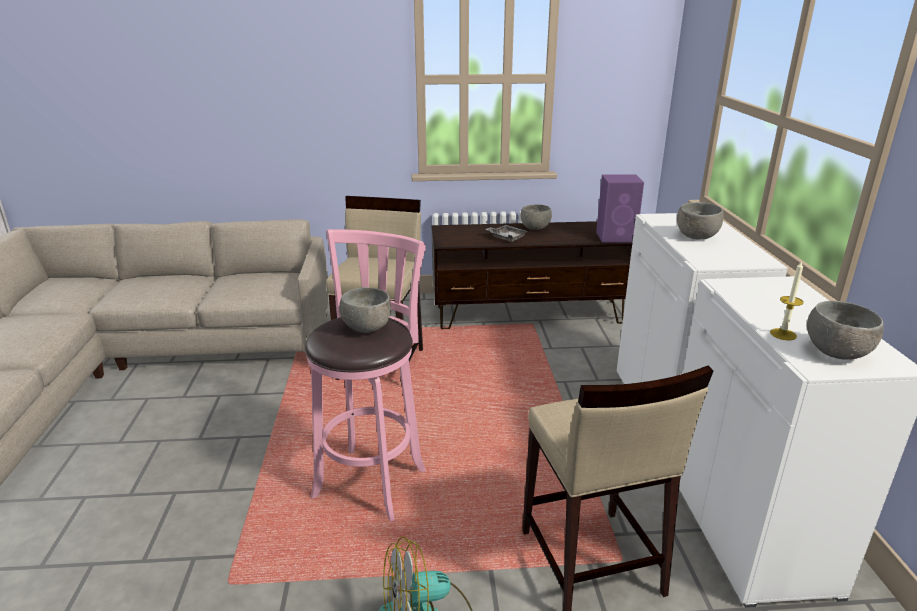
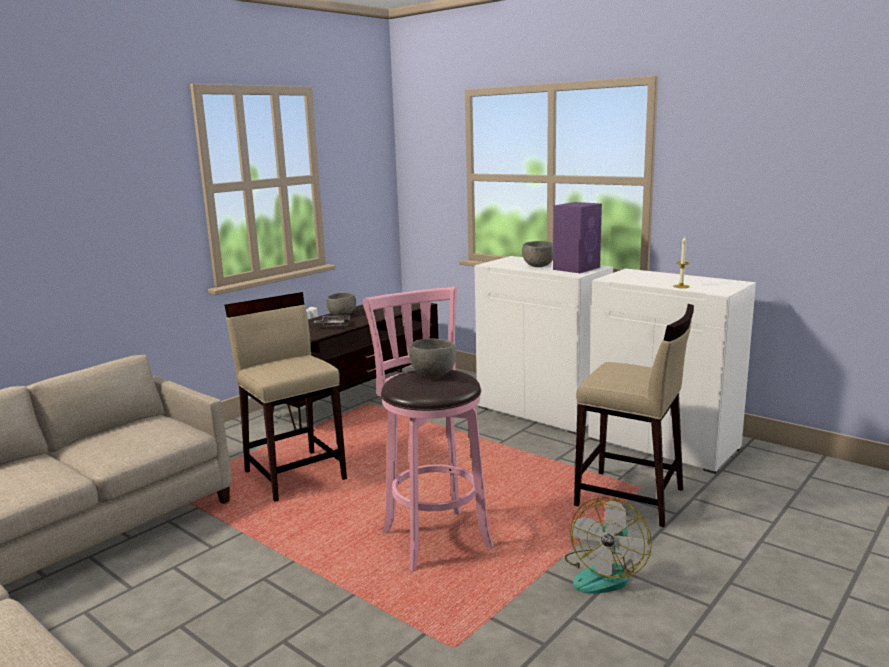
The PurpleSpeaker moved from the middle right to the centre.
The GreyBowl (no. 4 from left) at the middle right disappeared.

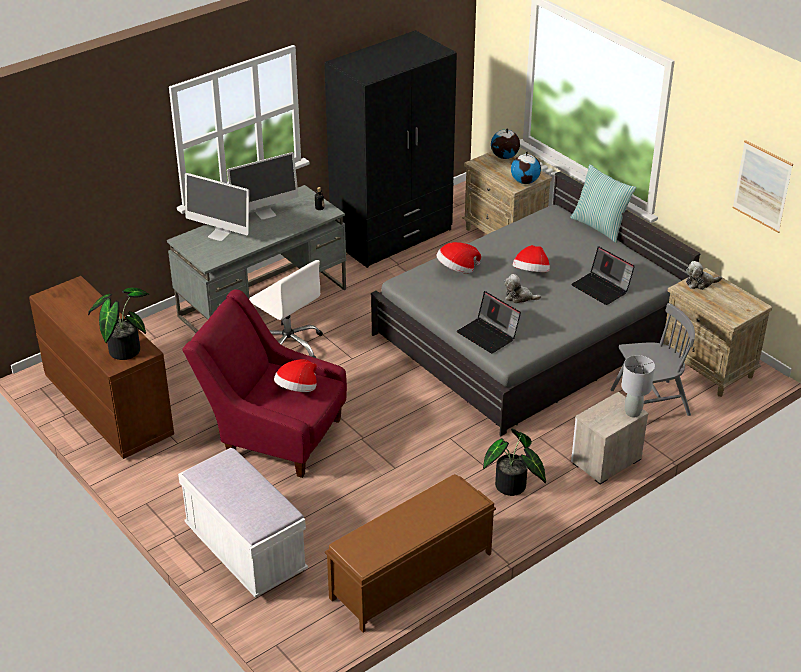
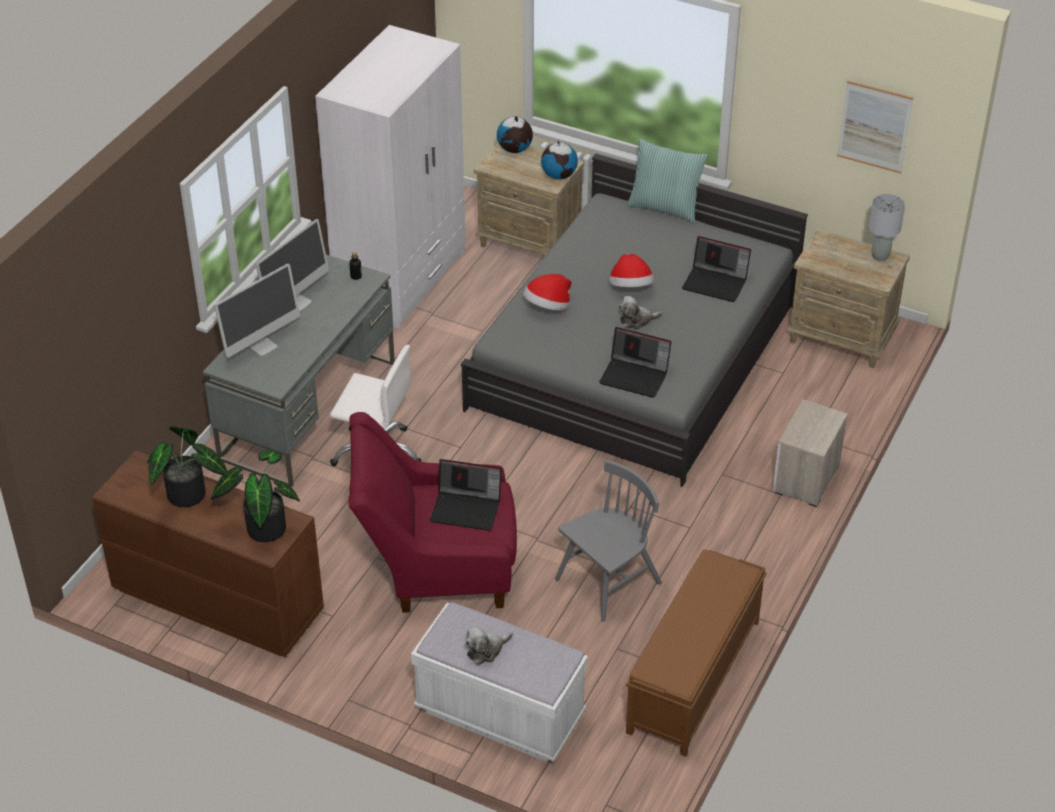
The PottedPlant (no. 2 from left in the first image) moved from the bottom centre to the middle left.
The Monitor (no. 1 from left) at the top left turned 45 degrees counterclockwise.
The BlackWardrobe at the top centre became the WhiteWardrobe at the top centre.
The Hat (no. 1 from left) at the centre was replaced by the Laptop (no. 1 from left) at the centre.
The PlushToy (no. 2 from left in the first image) moved from the middle right to the bottom centre.
The GreyChair moved from the middle right to the centre.
The GreyTableLamp moved from the middle right to the top right.

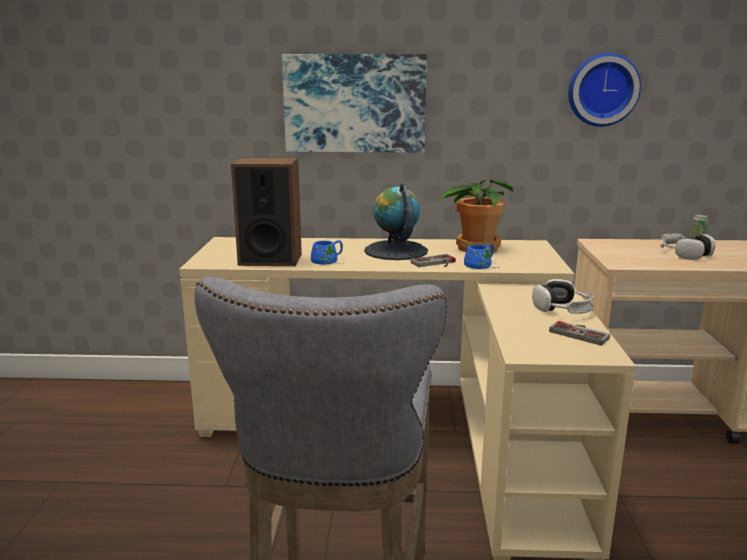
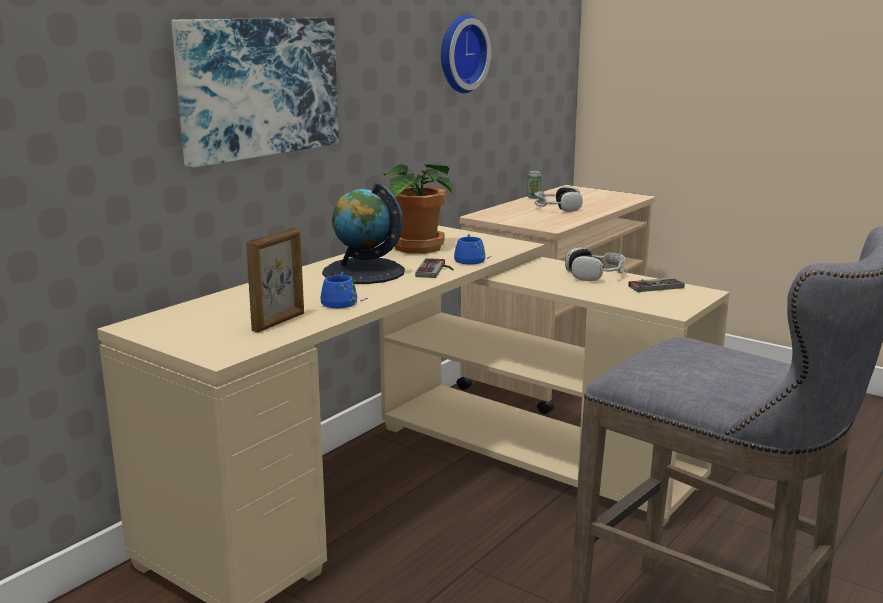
The Speaker at the centre was replaced by the PictureFrame at the middle left.

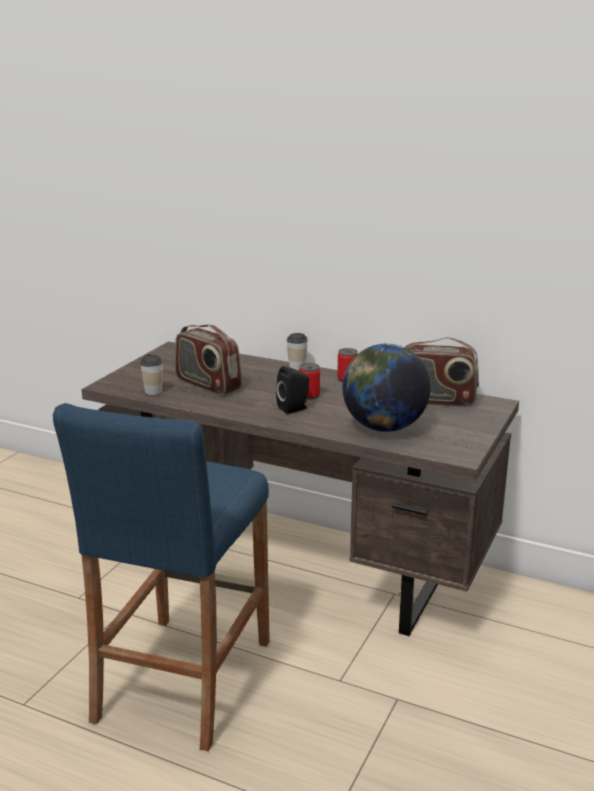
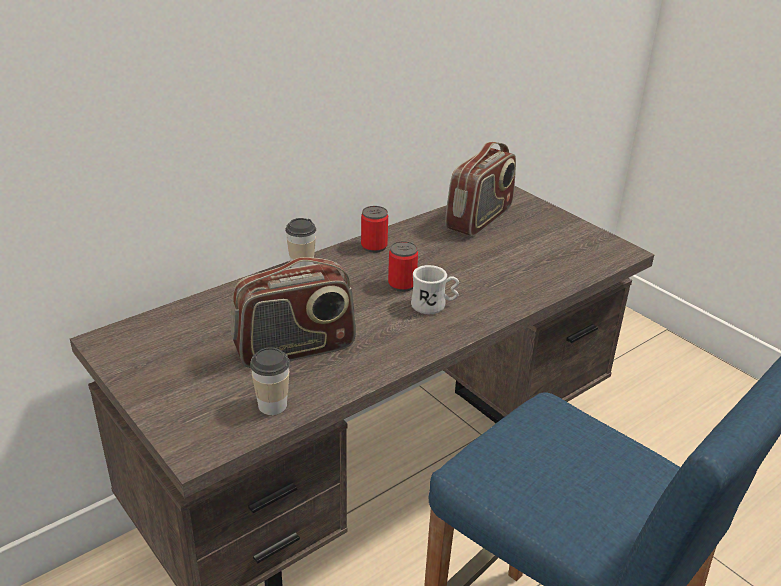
The BlackSpeaker at the centre was replaced by the WhiteMug at the centre.
The Globe at the centre disappeared.

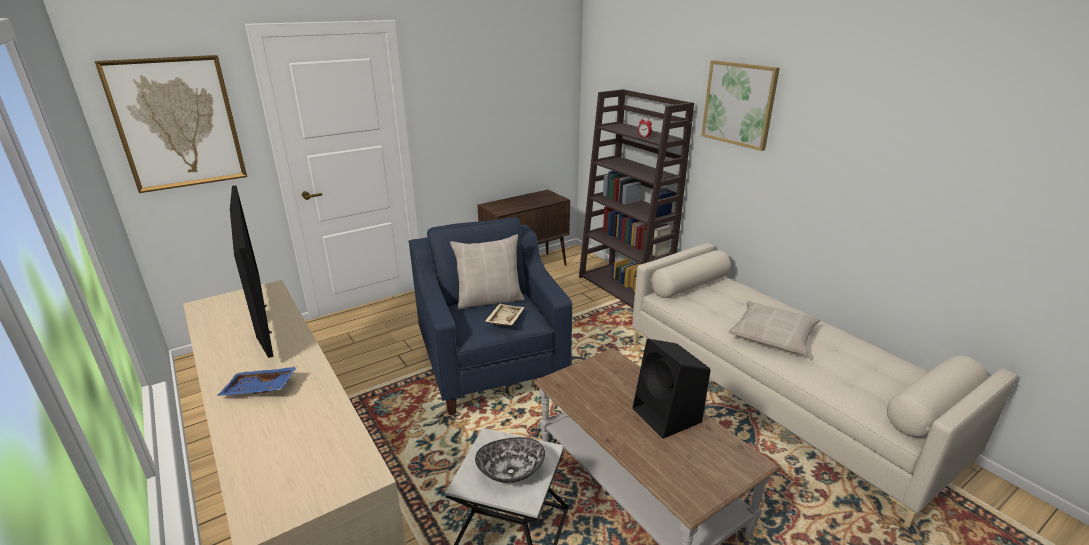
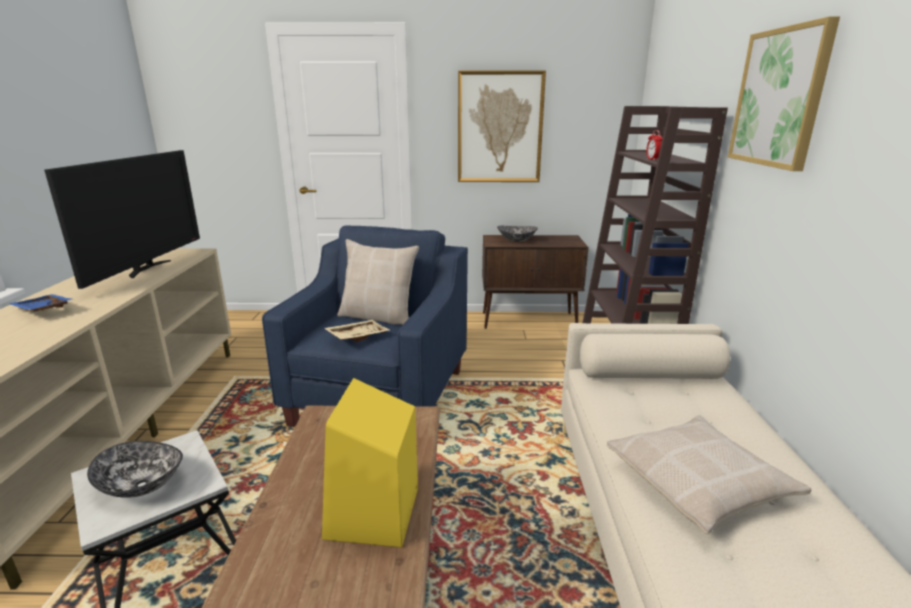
The BlackSpeaker at the bottom centre became the YellowSpeaker at the bottom centre.
The Picture (no. 1 from left) moved from the top left to the top centre.
The Bowl (no. 2 from left) at the centre appeared.

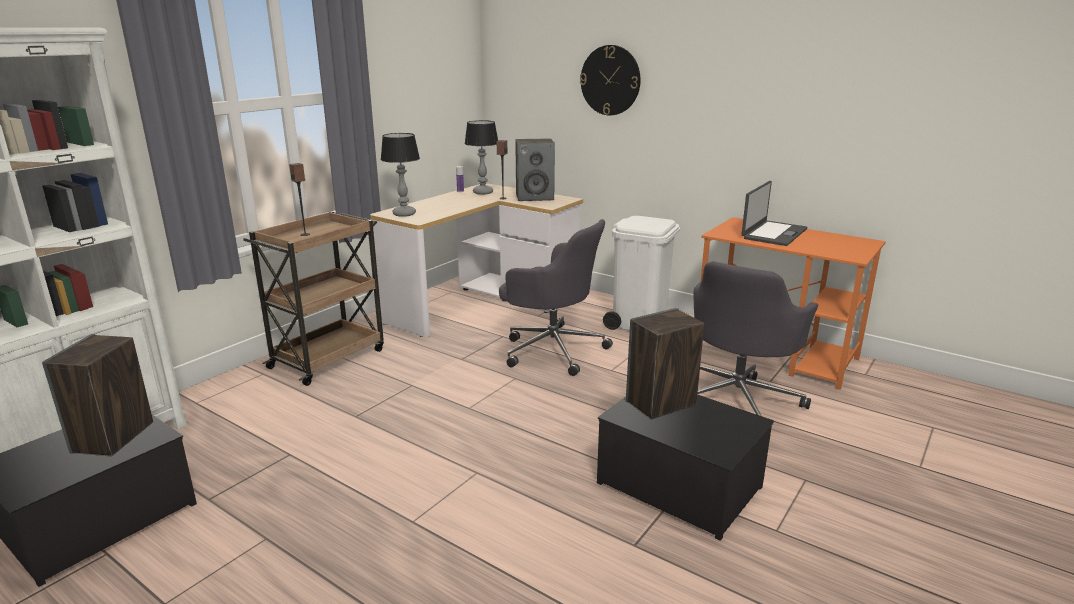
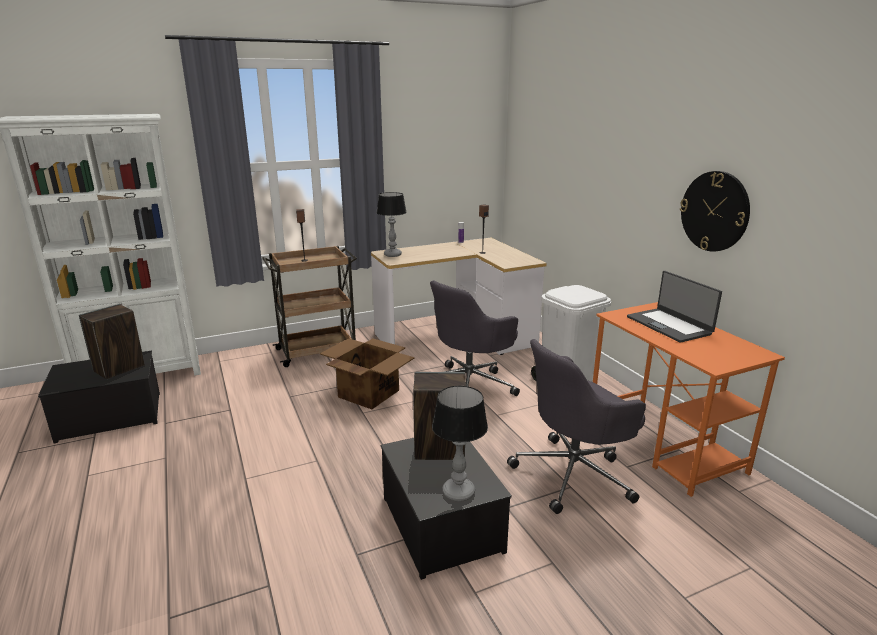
The CardboardBox at the centre appeared.
The GreyOfficeChair (no. 1 from left) at the centre turned 75 degrees clockwise.
The TableLamp (no. 2 from left) moved from the top centre to the bottom centre.
The Laptop at the middle right turned 90 degrees clockwise.
The WallClock moved from the top centre to the top right.
The Speaker (no. 4 from left) at the top centre disappeared.

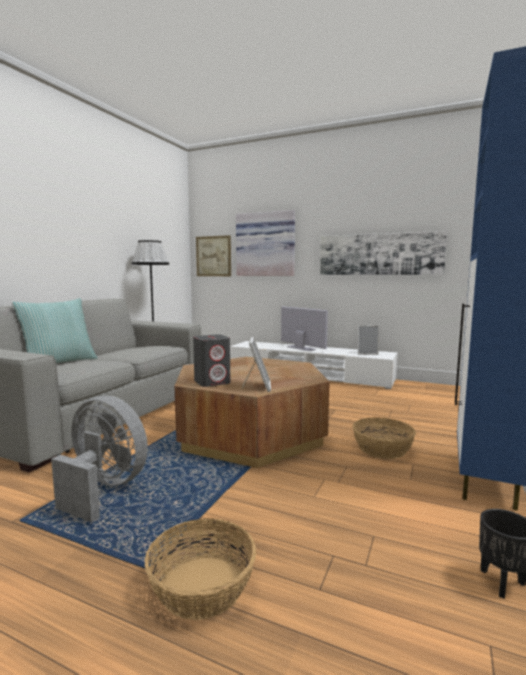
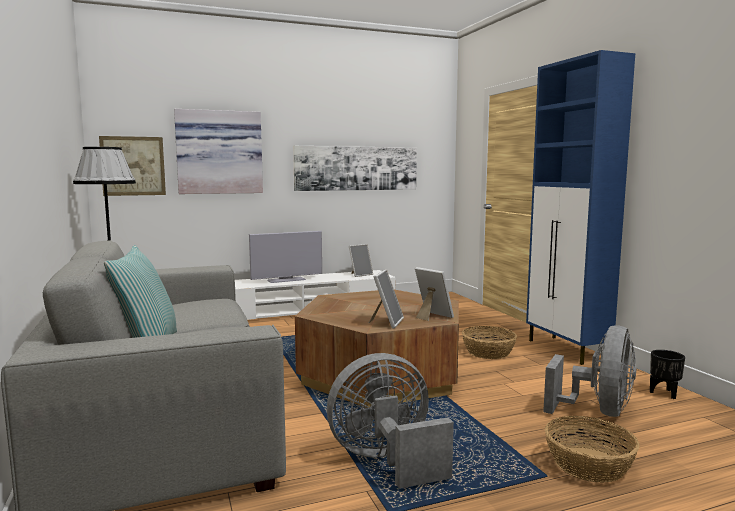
The Television at the centre turned 150 degrees clockwise.
The GreySpeaker at the centre was replaced by the PictureFrame (no. 2 from left) at the centre.
The GreyFan (no. 2 from left) at the bottom right appeared.

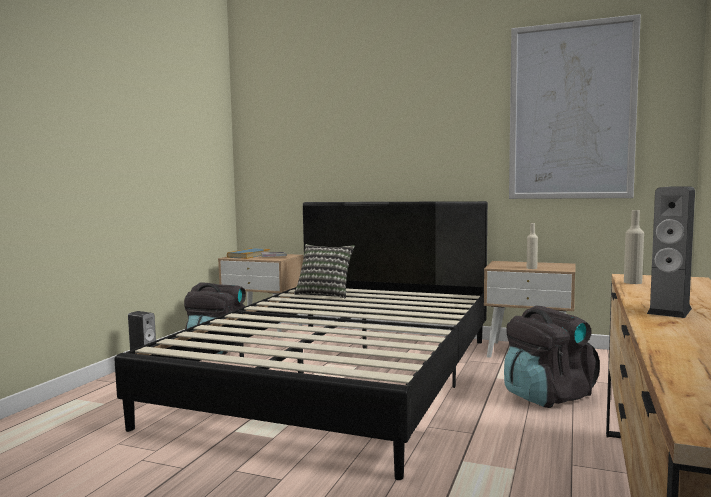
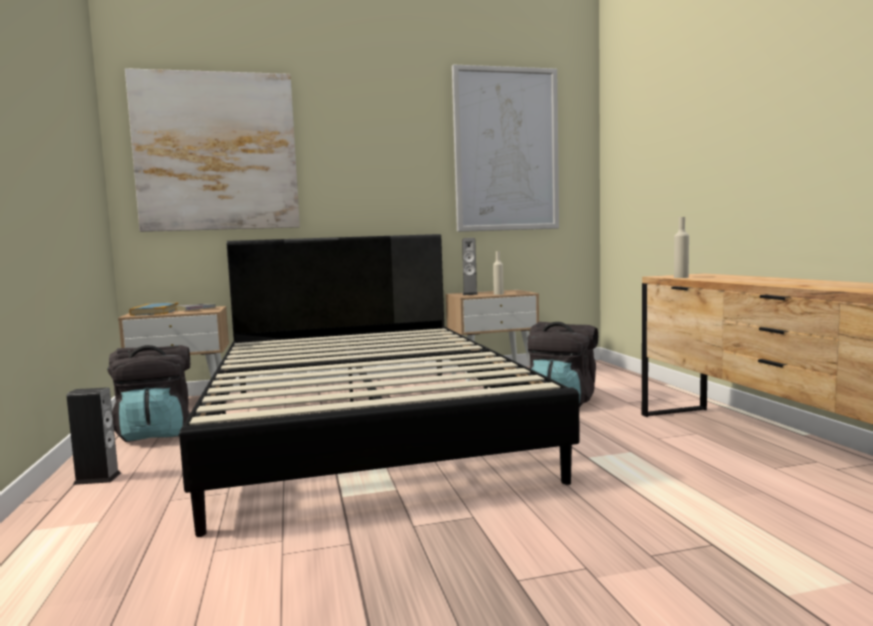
The Picture (no. 1 from left) at the top left appeared.
The Speaker (no. 2 from left) moved from the middle right to the centre.
The Pillow at the centre disappeared.

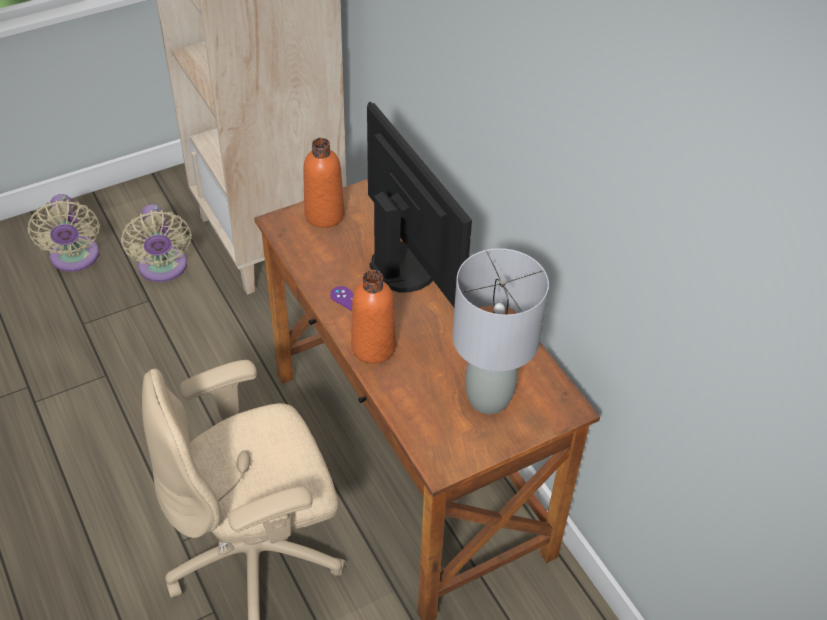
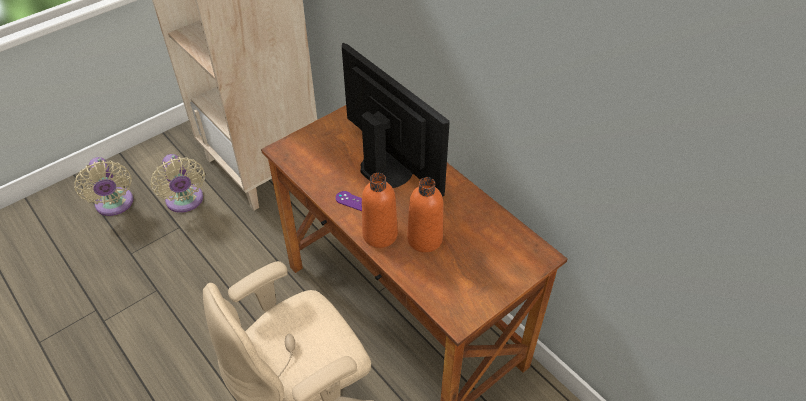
The OrangeBottle (no. 1 from left in the first image) moved from the top centre to the centre.
The GreyTableLamp at the centre disappeared.

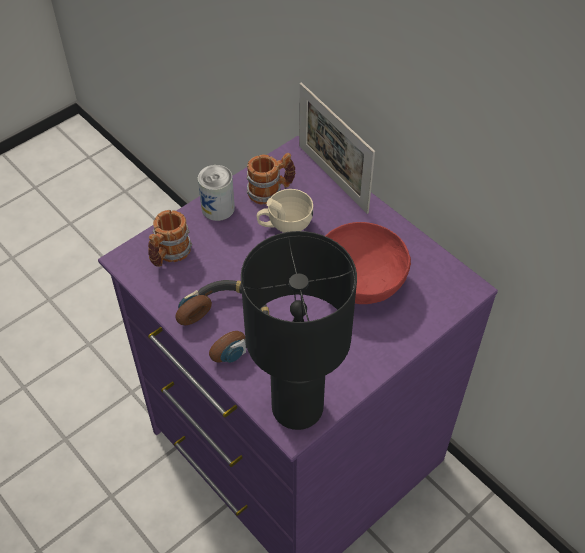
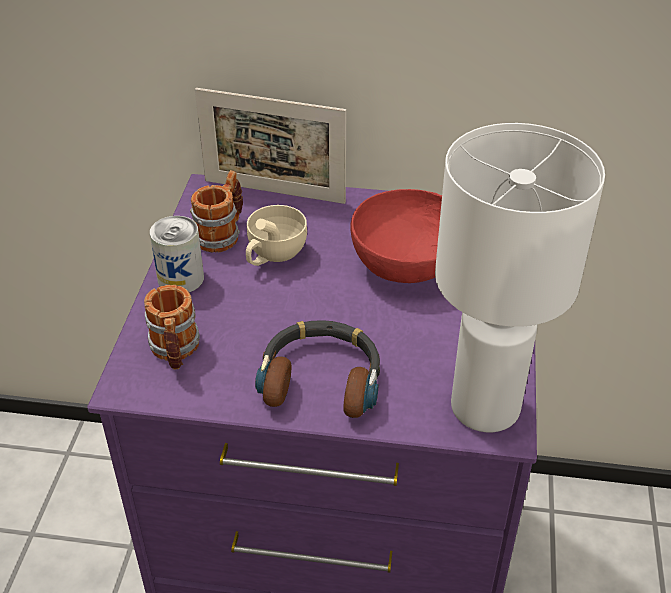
The BlackTableLamp at the centre became the WhiteTableLamp at the middle right.

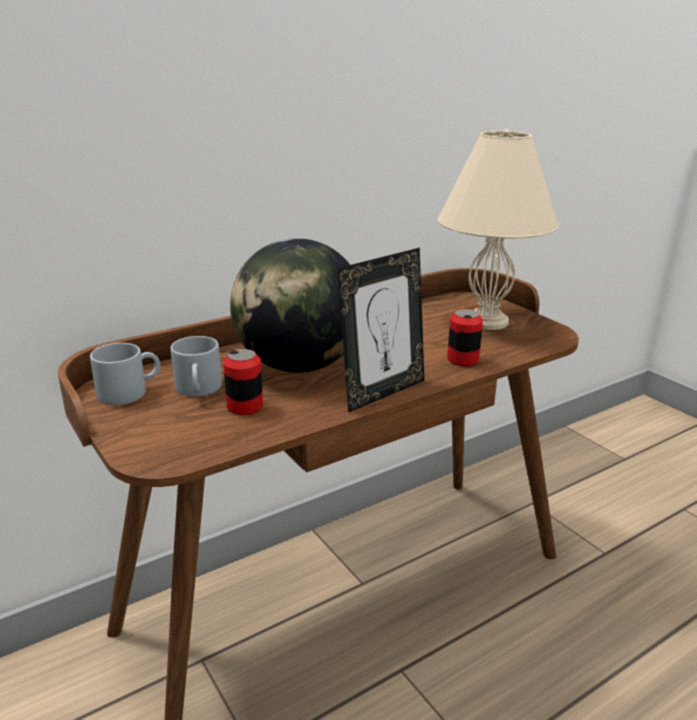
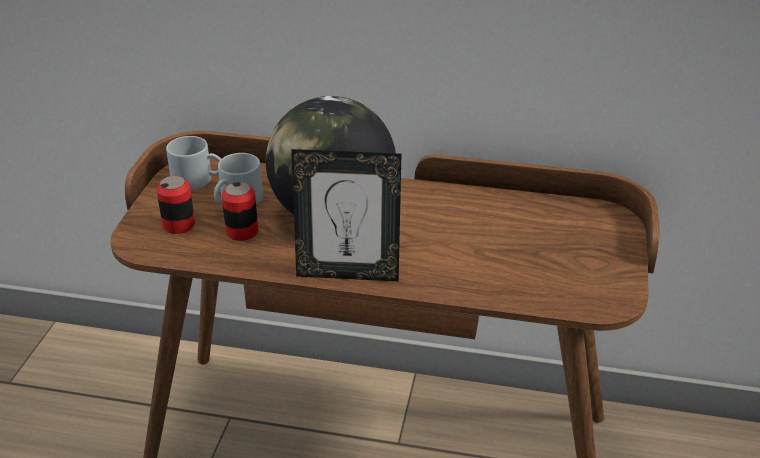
The Can (no. 2 from left in the first image) moved from the middle right to the middle left.
The BeigeTableLamp at the top right disappeared.

